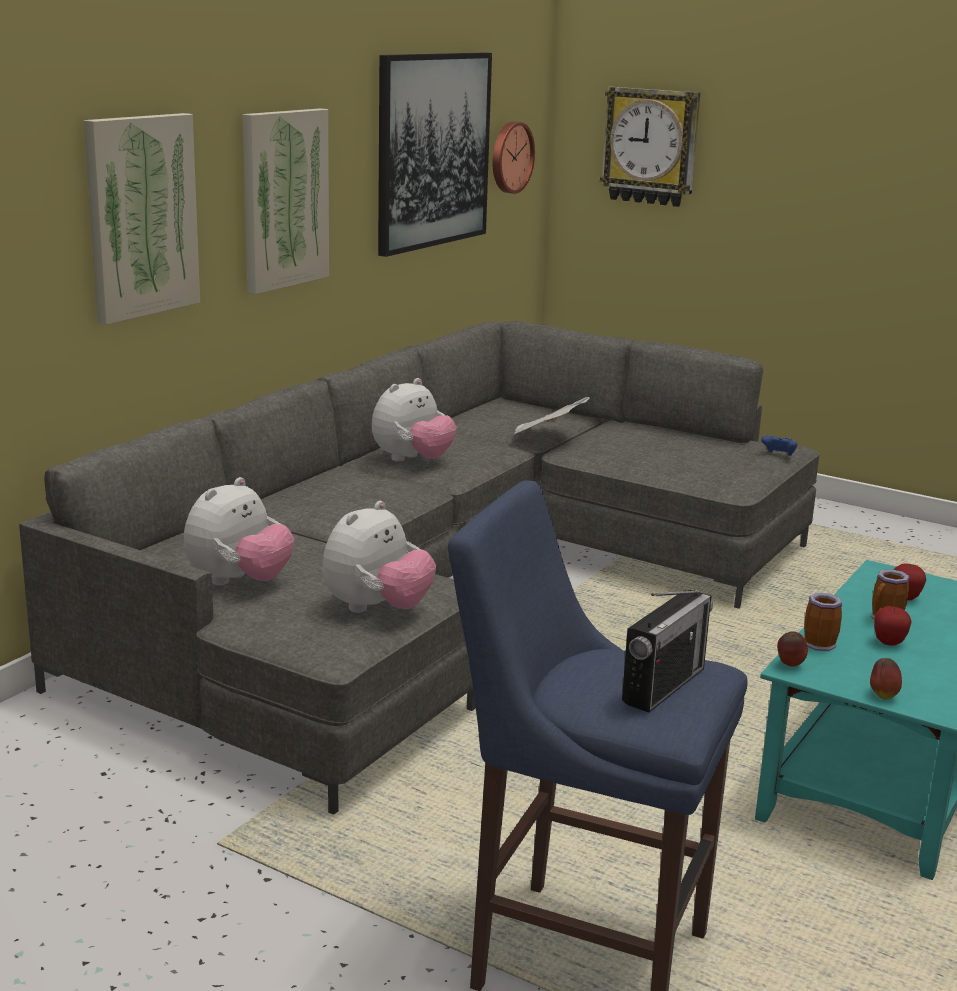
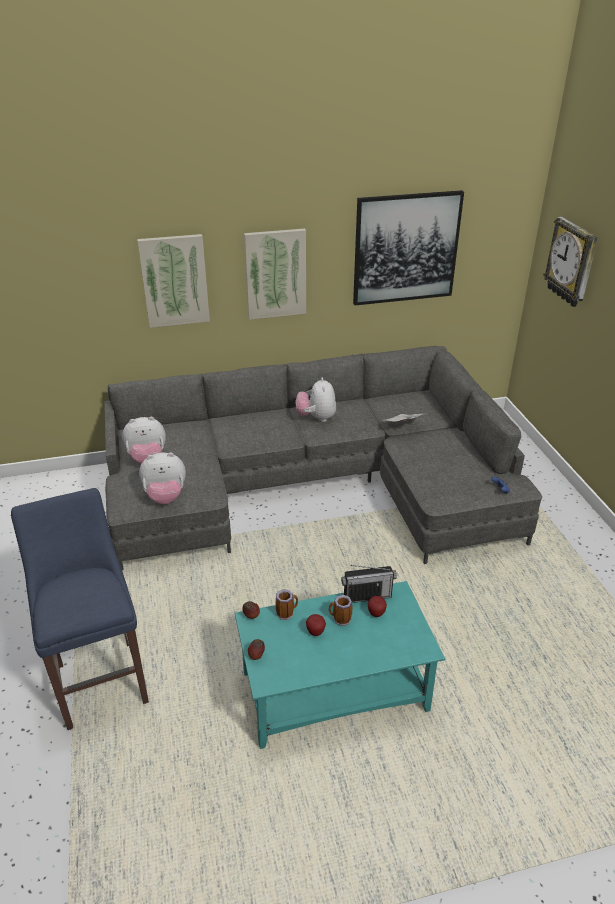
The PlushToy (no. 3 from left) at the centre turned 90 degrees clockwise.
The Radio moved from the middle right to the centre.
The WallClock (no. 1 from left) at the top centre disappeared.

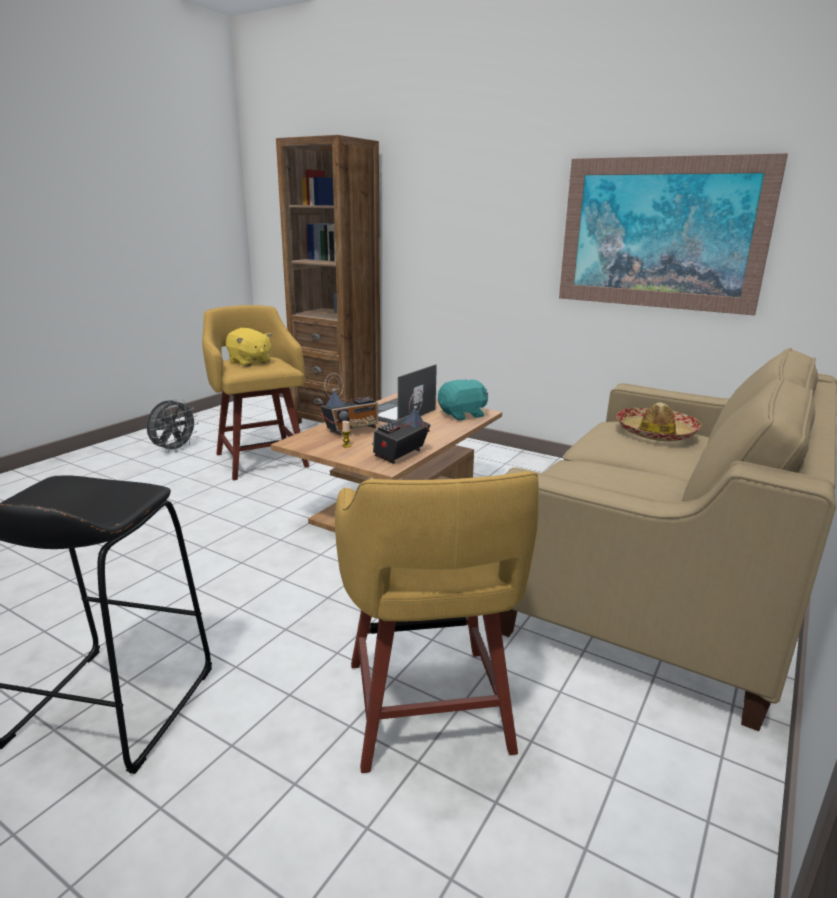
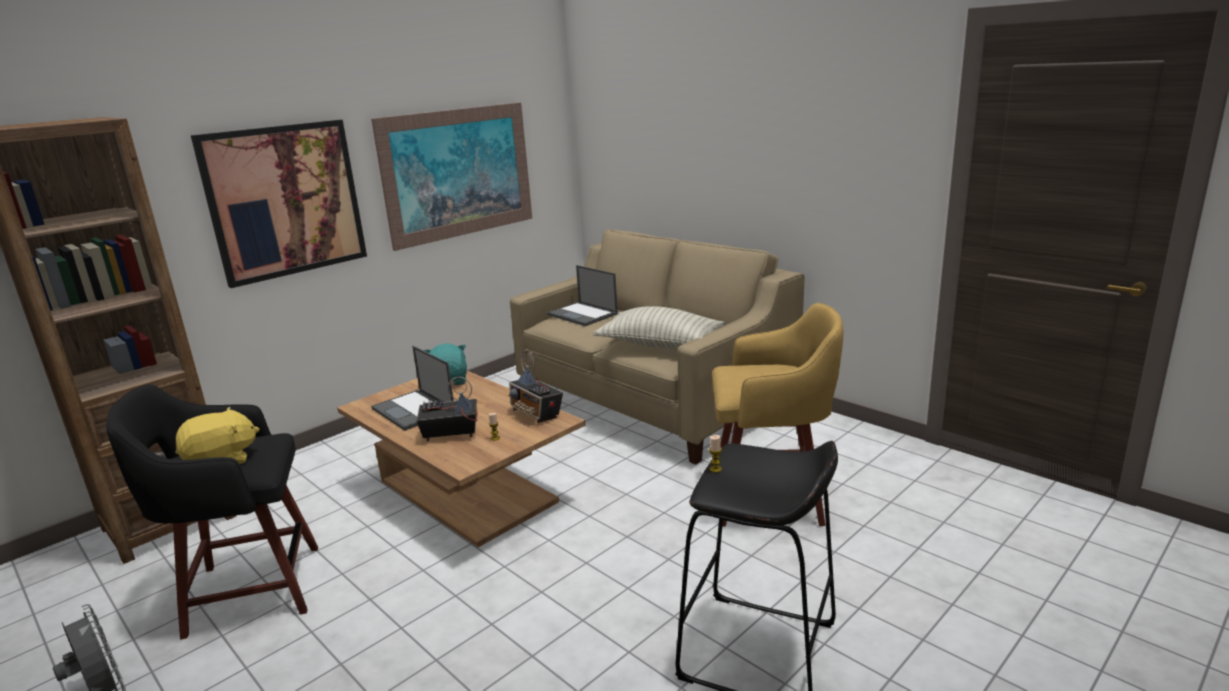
The YellowStool (no. 1 from left) at the middle left became the BlackStool (no. 1 from left) at the bottom left.
The Picture (no. 1 from left) at the top left appeared.
The Radio (no. 1 from left) at the centre turned 75 degrees counterclockwise.
The Hat at the middle right was replaced by the Laptop (no. 2 from left) at the centre.
The Pillow at the centre appeared.
The Candle (no. 2 from left) at the centre appeared.

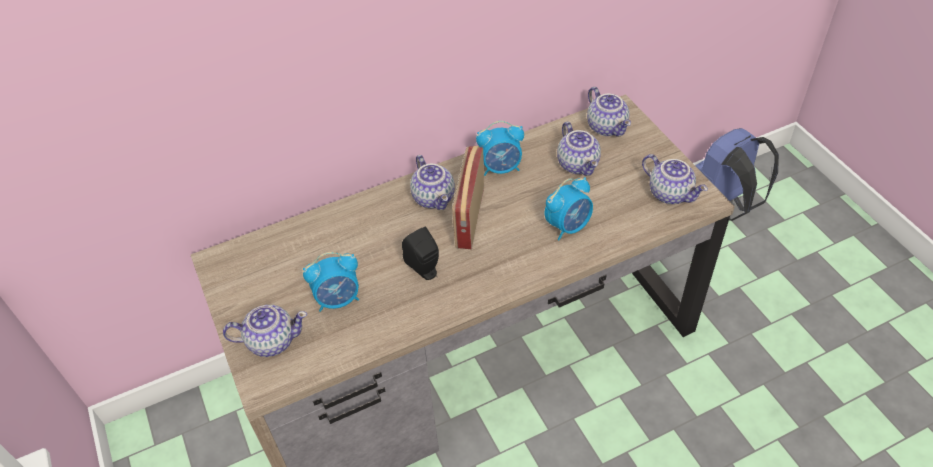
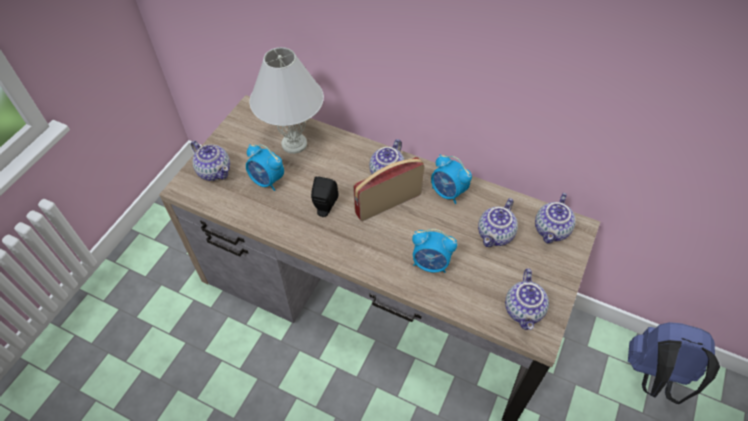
The WhiteTableLamp at the top centre appeared.

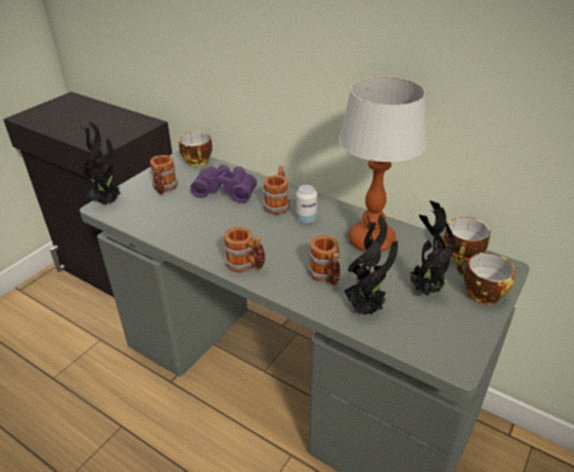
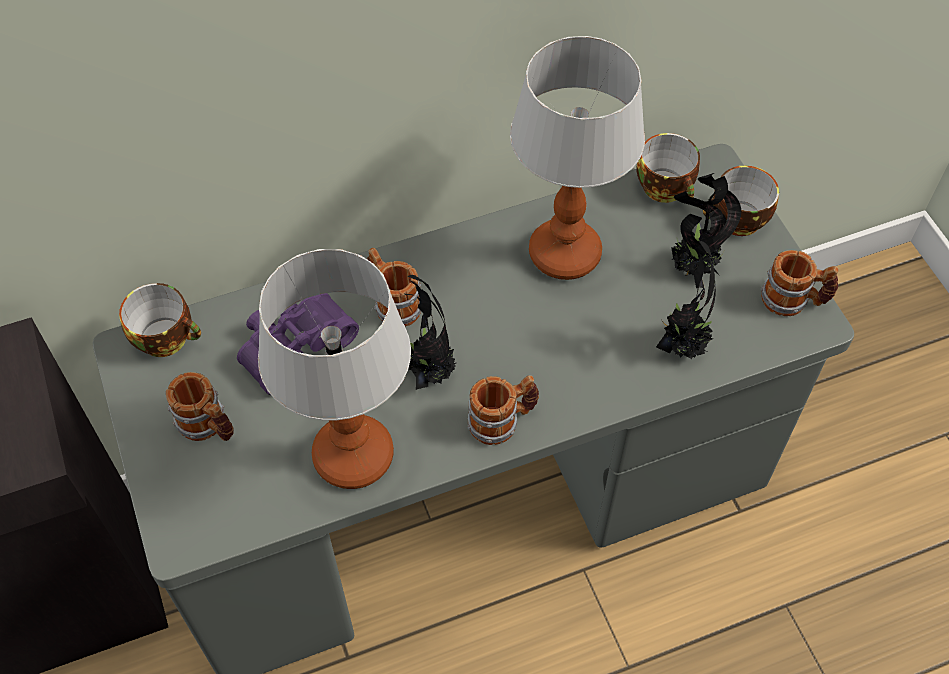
The TableLamp (no. 1 from left) at the centre appeared.
The PottedPlant (no. 1 from left) moved from the middle left to the centre.
The Mug (no. 4 from left) moved from the centre to the middle right.
The Can at the centre disappeared.

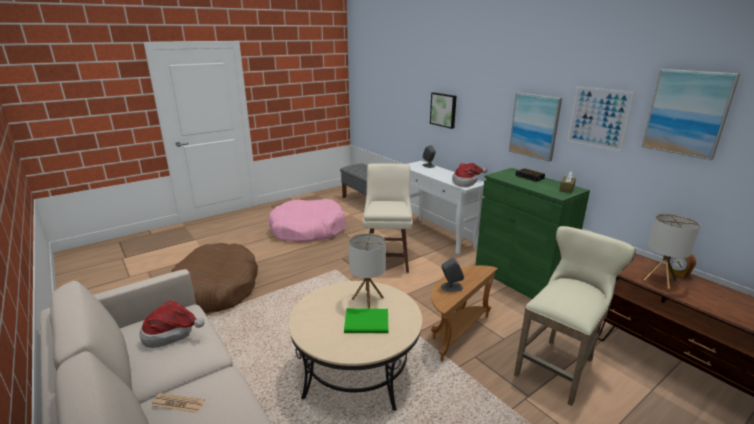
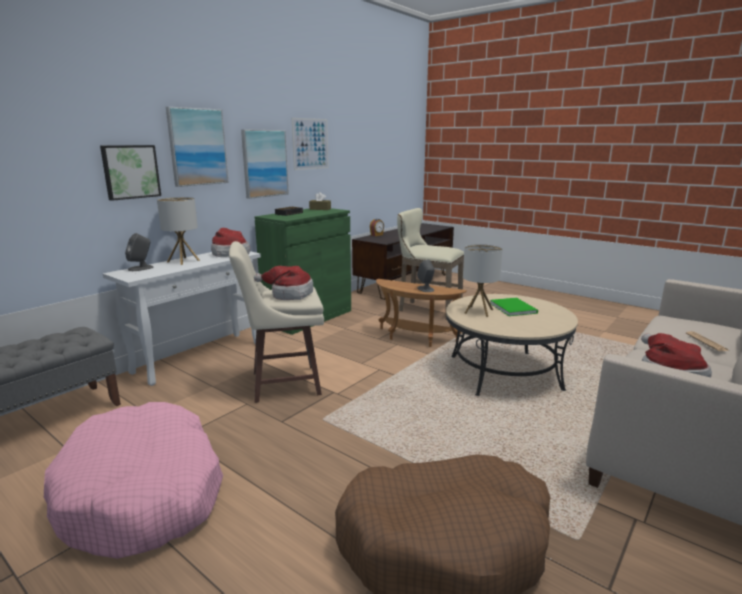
The TableLamp (no. 2 from left in the first image) moved from the middle right to the middle left.
The Picture (no. 4 from left in the first image) moved from the top right to the top left.
The Hat (no. 2 from left) at the centre appeared.

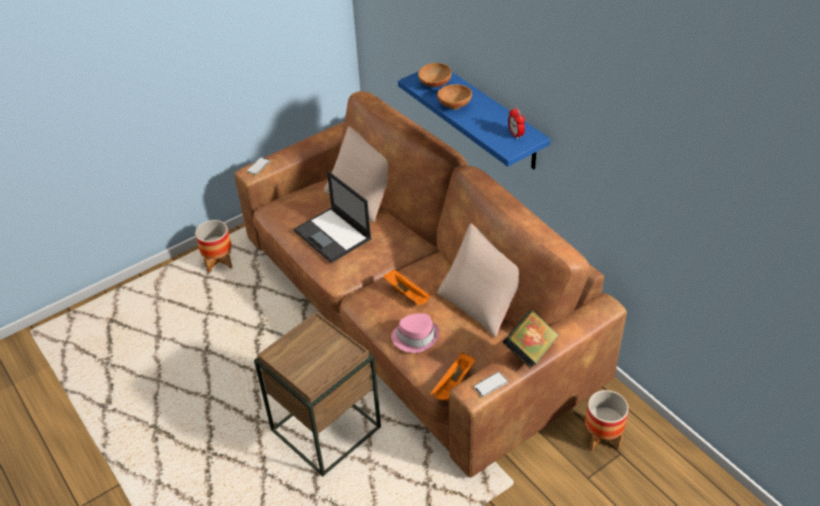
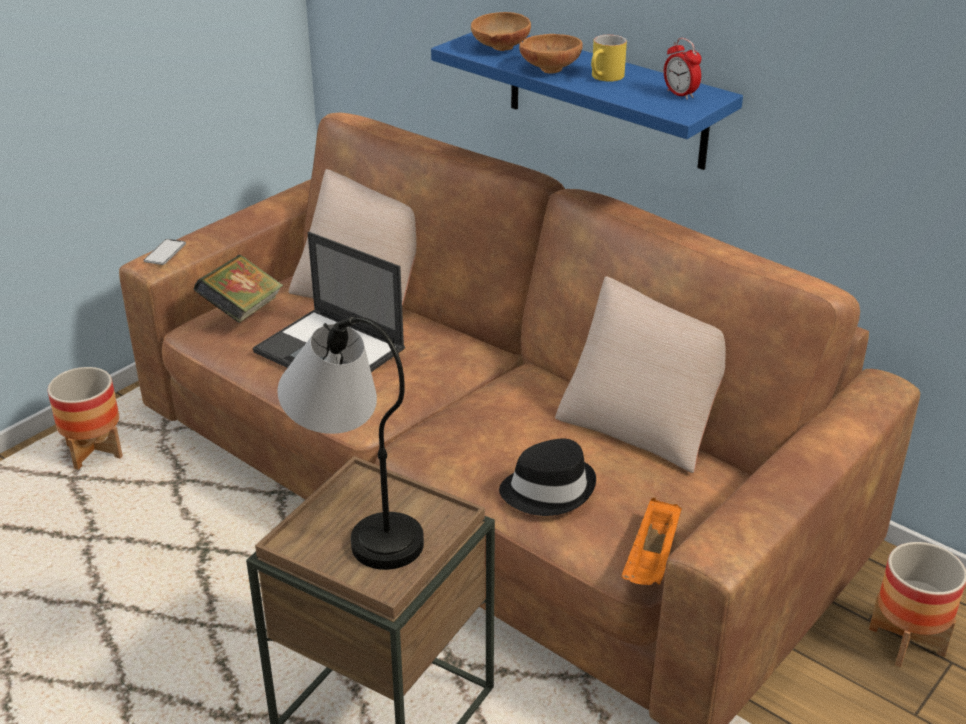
The Book moved from the bottom centre to the middle left.
The TableLamp at the centre appeared.
The PinkHat at the centre became the BlackHat at the centre.
The YellowMug at the top centre appeared.
The OrangeTray (no. 1 from left) at the centre disappeared.
The Phone (no. 2 from left) at the bottom centre disappeared.

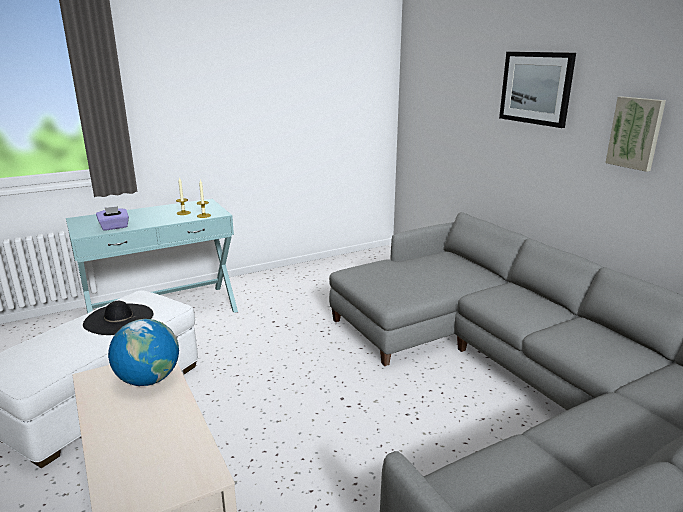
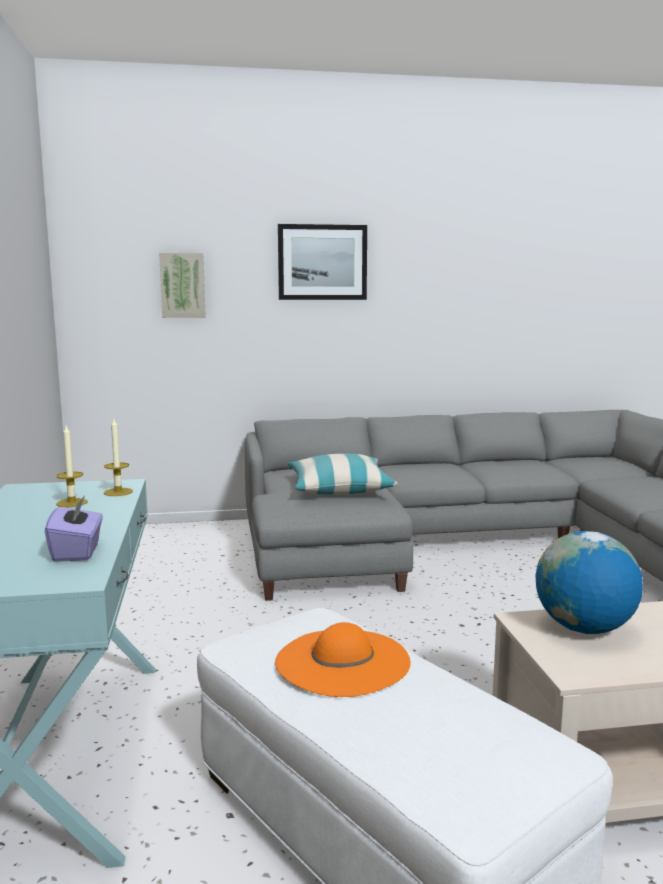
The Picture (no. 2 from left in the first image) moved from the top right to the top left.
The BlackHat at the middle left became the OrangeHat at the bottom centre.
The Pillow at the centre appeared.

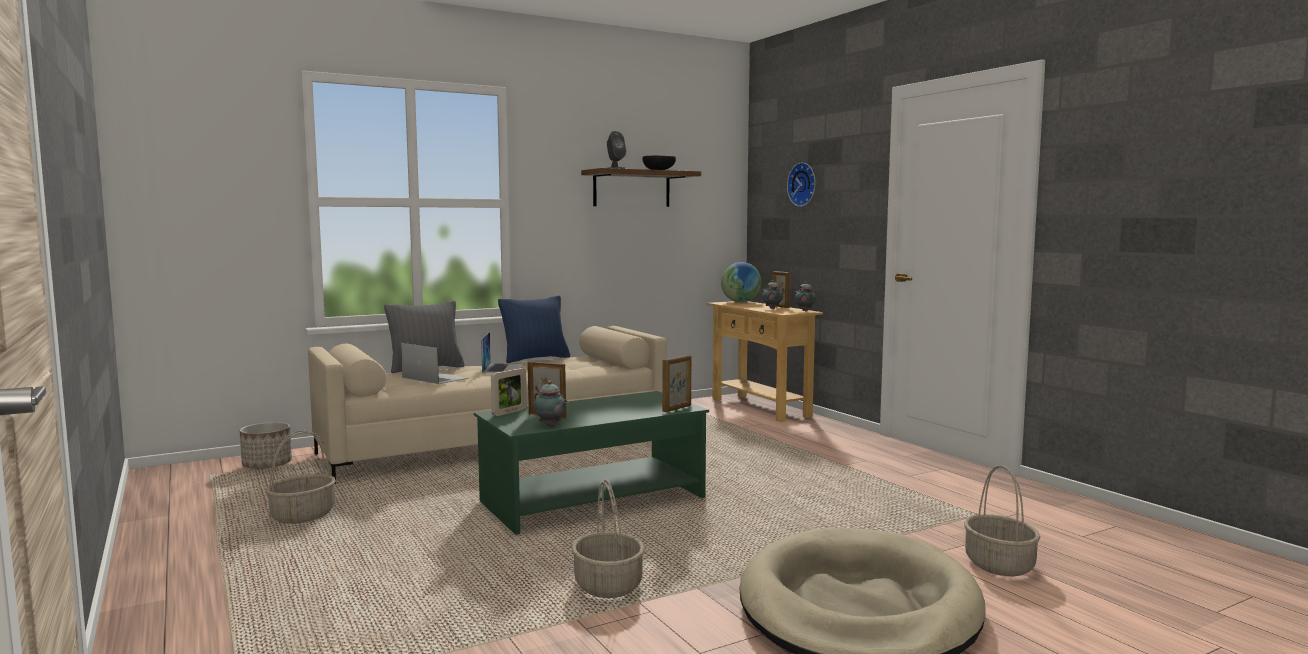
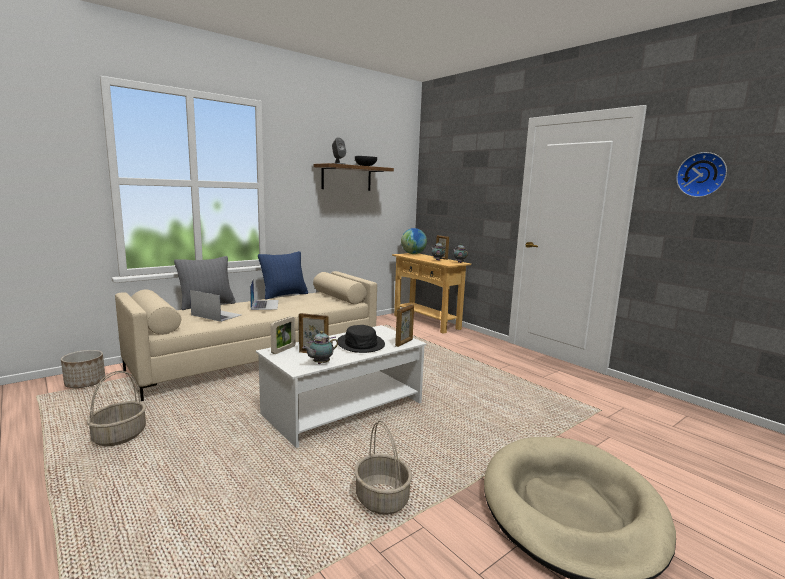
The GreenCoffeeTable at the bottom centre became the WhiteCoffeeTable at the bottom centre.
The Teapot (no. 1 from left) at the centre turned 105 degrees clockwise.
The BlackHat at the centre appeared.
The WallClock moved from the top centre to the top right.
The Basket (no. 3 from left) at the bottom right disappeared.

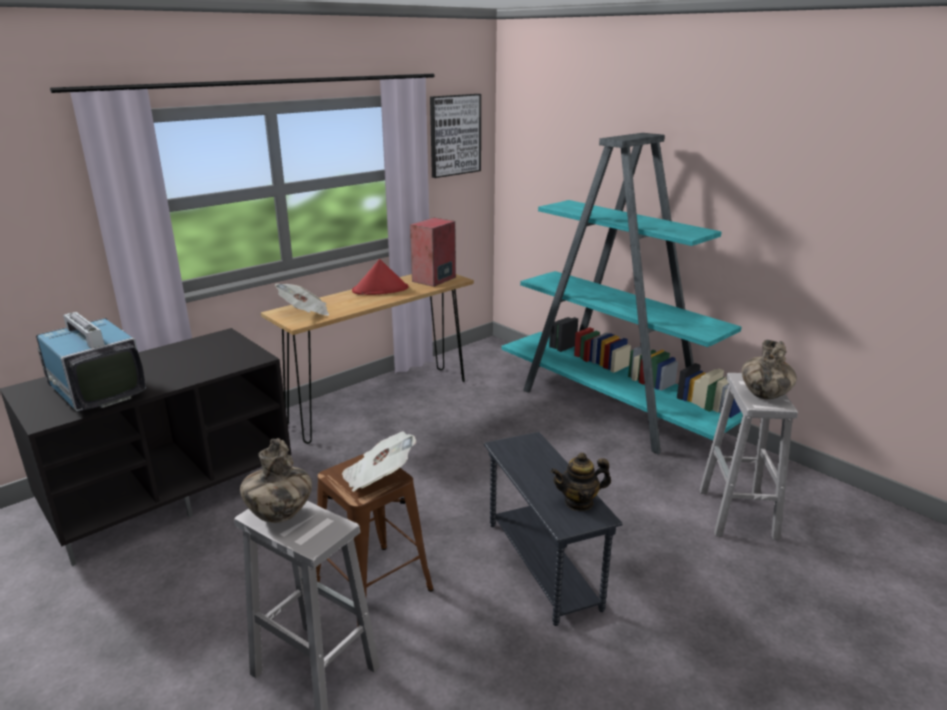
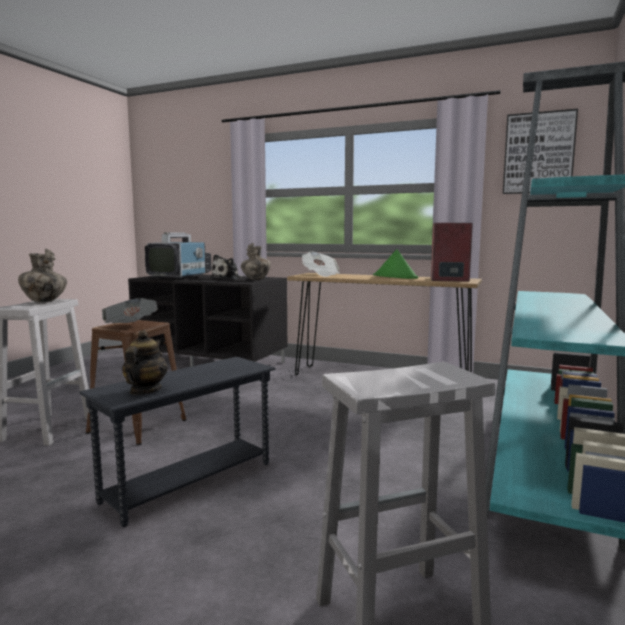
The Teapot at the bottom centre turned 45 degrees clockwise.
The PlushToy at the centre appeared.
The Vase (no. 2 from left) moved from the middle right to the centre.
The RedHat at the centre became the GreenHat at the centre.

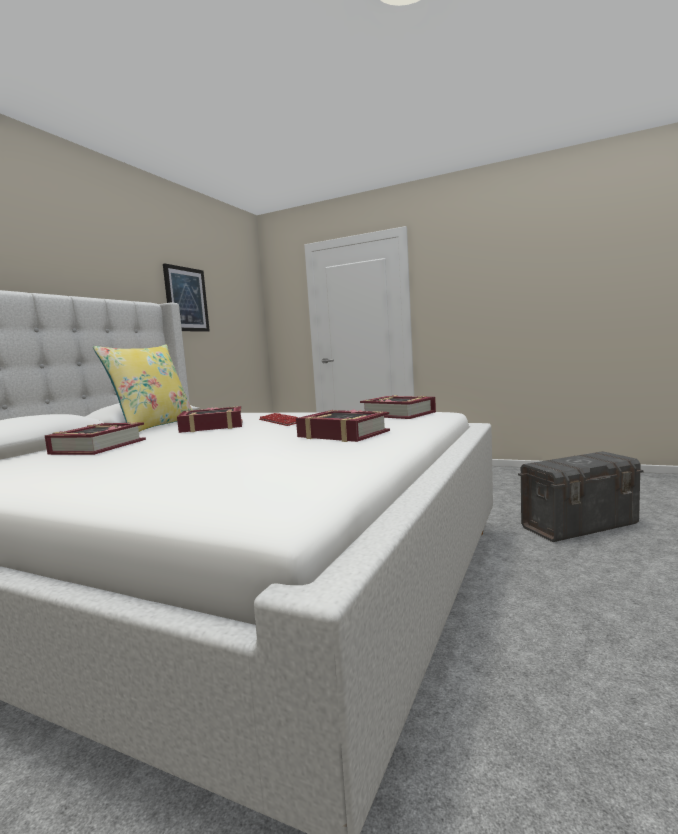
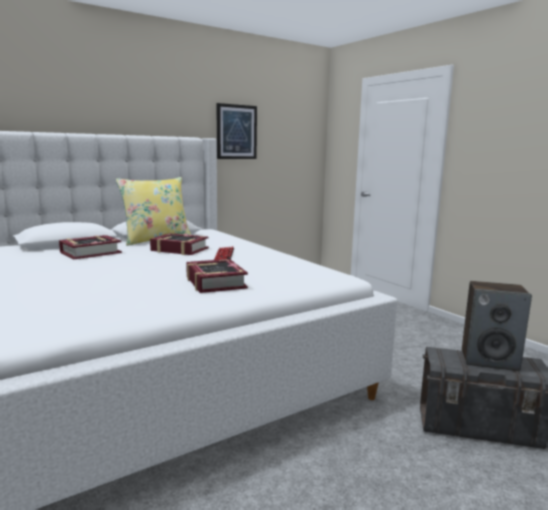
The Speaker at the middle right appeared.
The Book (no. 4 from left) at the centre disappeared.

